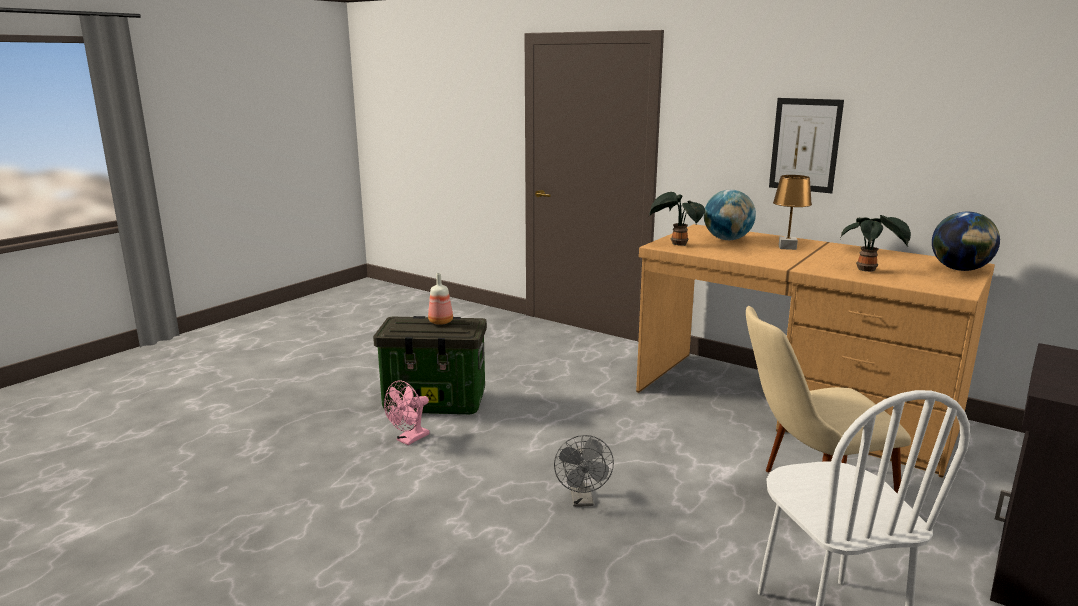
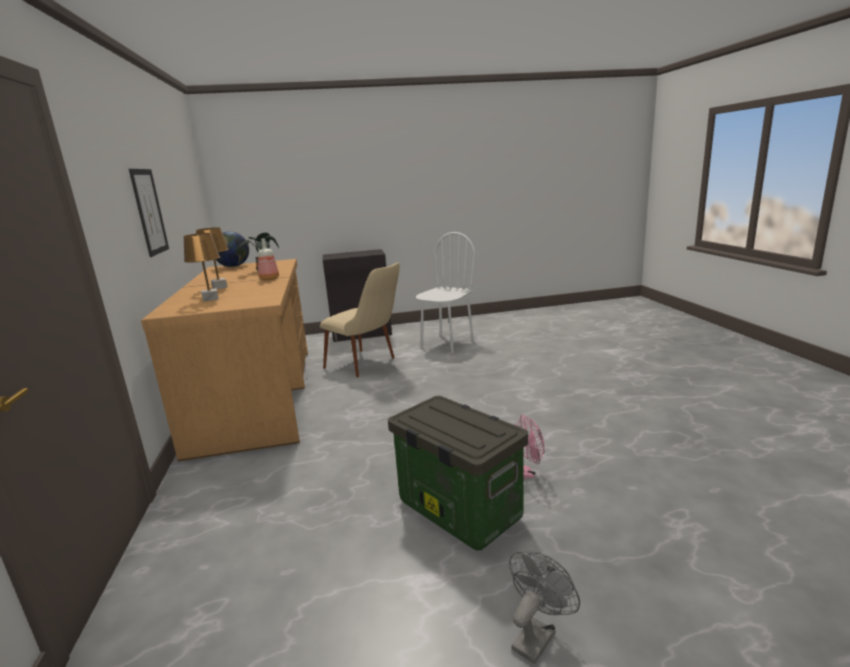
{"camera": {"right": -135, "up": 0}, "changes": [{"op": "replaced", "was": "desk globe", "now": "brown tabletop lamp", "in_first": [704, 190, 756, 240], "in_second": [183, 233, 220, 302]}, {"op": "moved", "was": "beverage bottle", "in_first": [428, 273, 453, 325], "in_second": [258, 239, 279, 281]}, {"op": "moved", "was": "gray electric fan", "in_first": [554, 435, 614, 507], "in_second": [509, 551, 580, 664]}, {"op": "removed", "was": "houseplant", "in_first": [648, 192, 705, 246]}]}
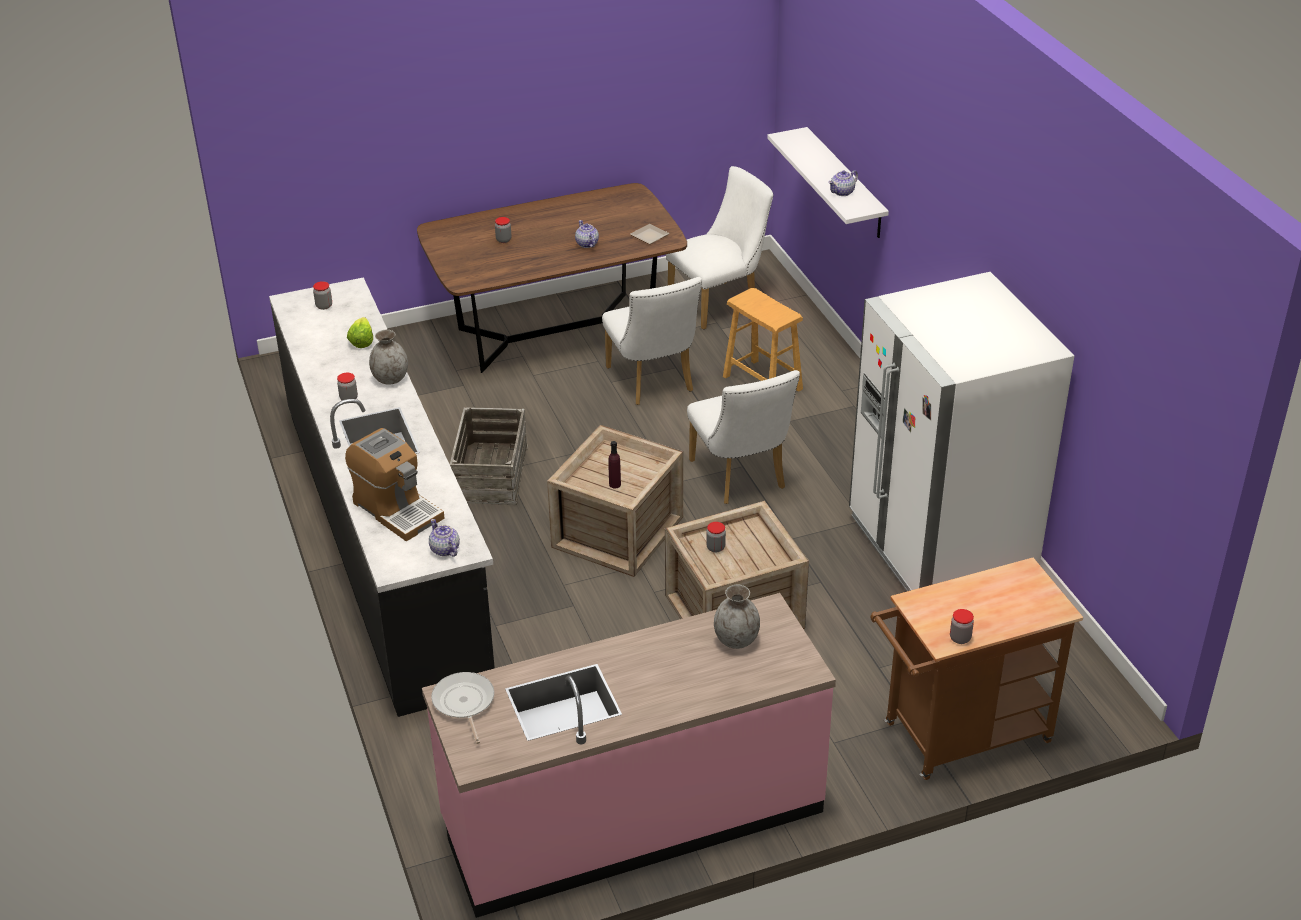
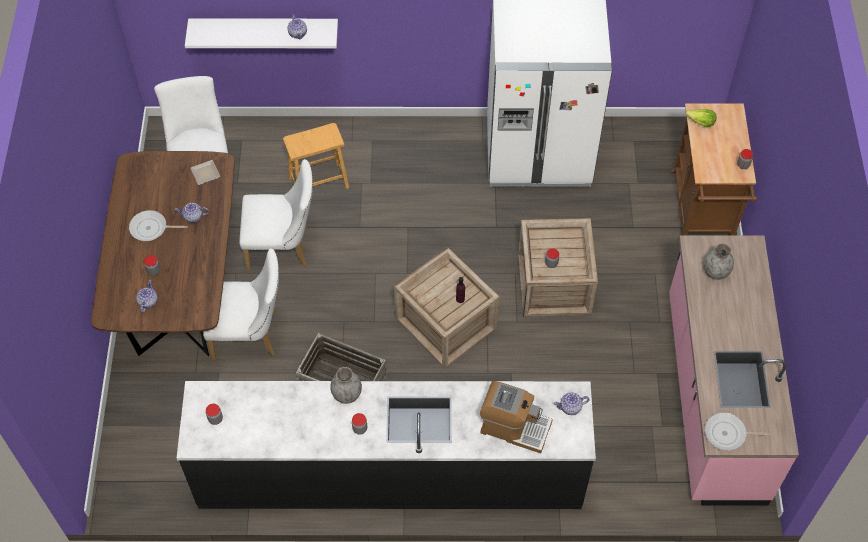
{"camera": {"right": -70, "up": 20}, "changes": [{"op": "added", "now": "pan", "in_second": [129, 210, 187, 241]}, {"op": "added", "now": "pot for tea", "in_second": [136, 280, 158, 313]}, {"op": "moved", "was": "white plain chair", "in_first": [687, 370, 800, 504], "in_second": [203, 248, 279, 360]}, {"op": "turned", "was": "coffee maker", "in_first": [345, 428, 444, 541], "in_second": [480, 381, 553, 453], "clockwise": 45}, {"op": "moved", "was": "head of lettuce", "in_first": [347, 317, 373, 348], "in_second": [685, 109, 717, 127]}]}
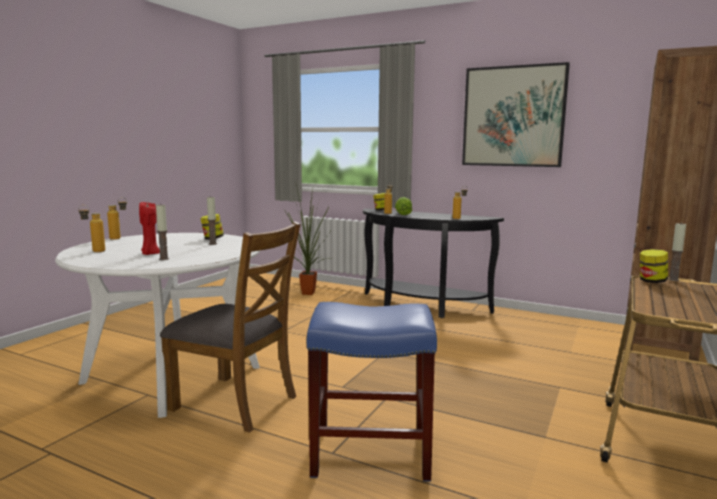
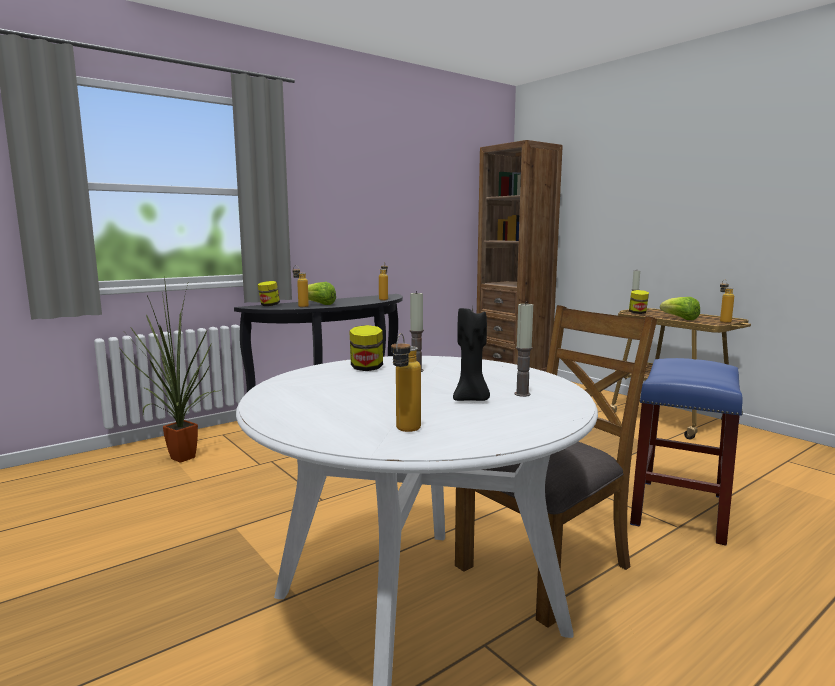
{"camera": {"right": -65, "up": 0}, "changes": [{"op": "recoloured", "was": "red-coloured candle", "now": "black candle", "in_first": [139, 202, 160, 255], "in_second": [453, 307, 490, 401]}, {"op": "added", "now": "head of lettuce", "in_second": [660, 297, 700, 320]}, {"op": "moved", "was": "beverage bottle", "in_first": [107, 197, 127, 240], "in_second": [720, 279, 734, 323]}, {"op": "removed", "was": "wall art", "in_first": [462, 62, 570, 167]}]}
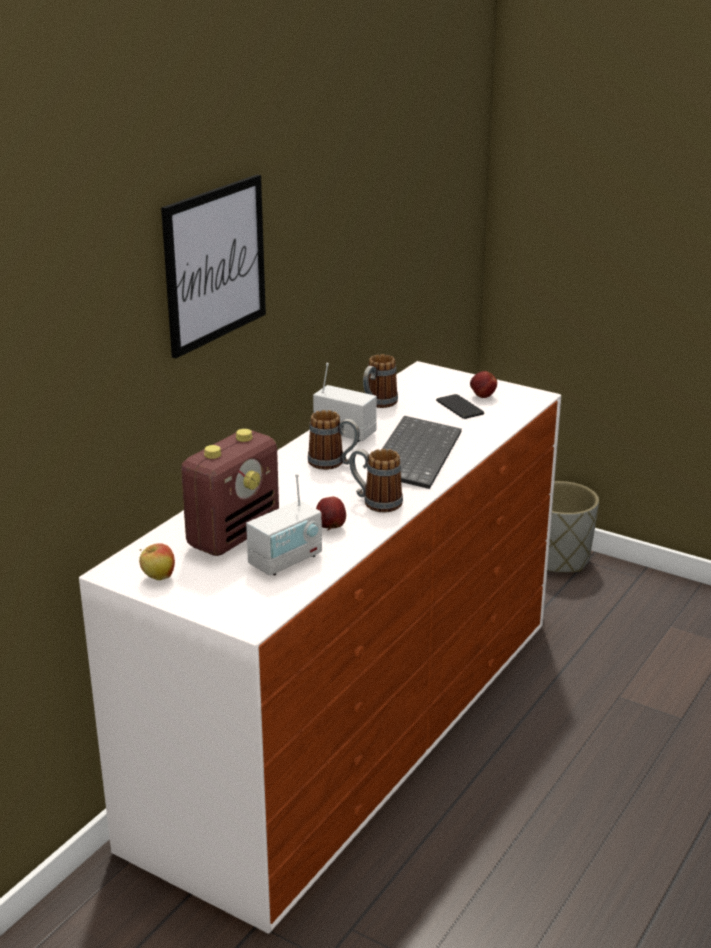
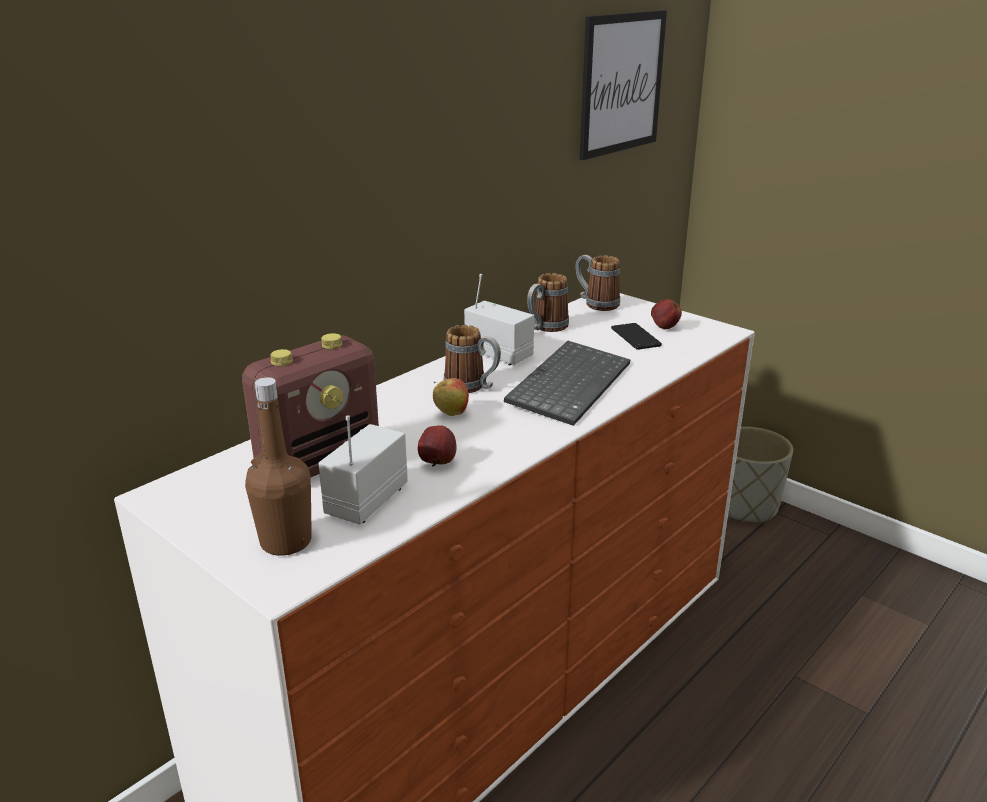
{"camera": {"right": 10, "up": 0}, "changes": [{"op": "added", "now": "brown beverage bottle", "in_second": [245, 377, 312, 556]}, {"op": "turned", "was": "radio set", "in_first": [246, 473, 322, 576], "in_second": [318, 415, 408, 524], "clockwise": 150}, {"op": "moved", "was": "apple fruit", "in_first": [139, 543, 175, 580], "in_second": [433, 378, 469, 416]}, {"op": "moved", "was": "mug", "in_first": [349, 449, 403, 512], "in_second": [576, 255, 620, 311]}, {"op": "moved", "was": "wall art", "in_first": [161, 175, 266, 359], "in_second": [579, 10, 667, 160]}]}
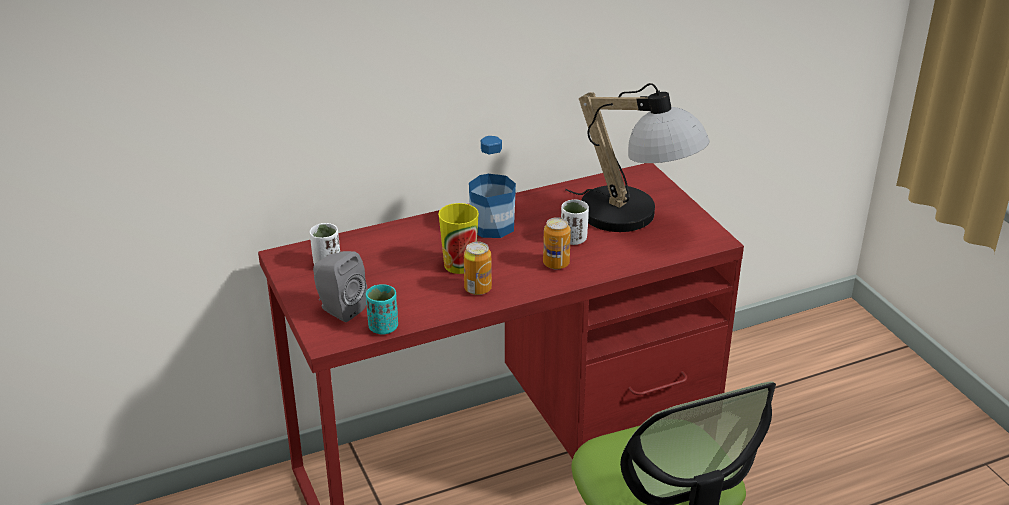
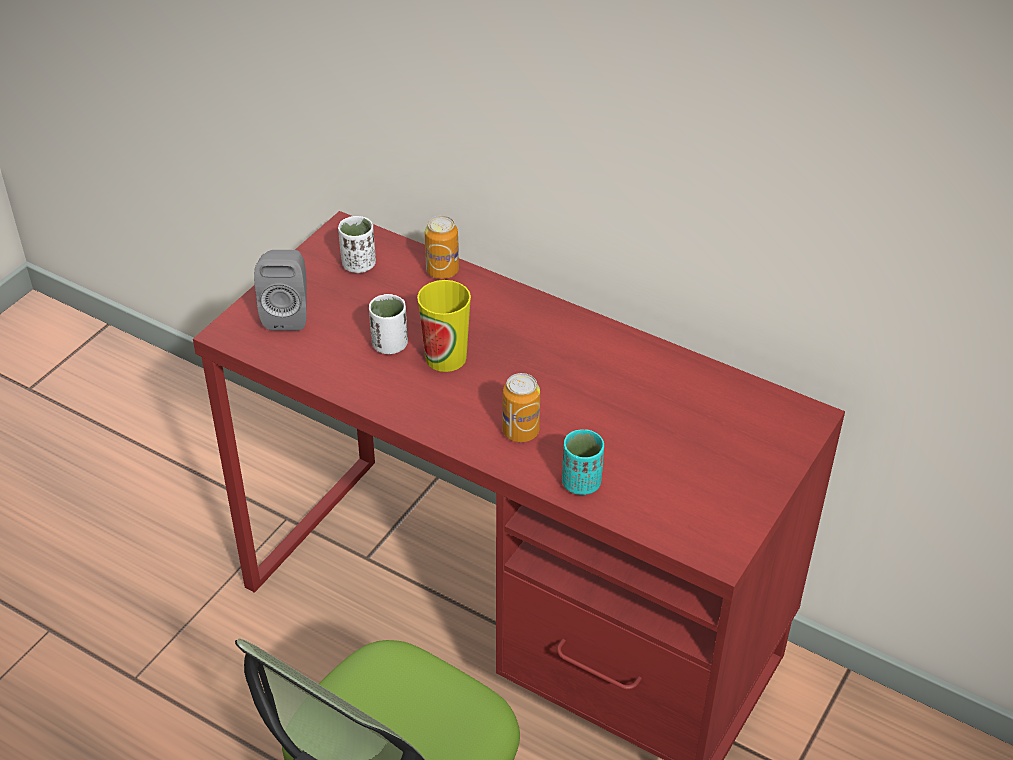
{"camera": {"right": 55, "up": 10}, "changes": [{"op": "moved", "was": "white drinking cup", "in_first": [561, 199, 589, 245], "in_second": [369, 294, 408, 354]}, {"op": "moved", "was": "metal can", "in_first": [464, 242, 492, 295], "in_second": [425, 216, 459, 279]}, {"op": "moved", "was": "turquoise drinking cup", "in_first": [366, 284, 398, 335], "in_second": [562, 430, 604, 495]}, {"op": "removed", "was": "beverage bottle", "in_first": [469, 136, 516, 238]}, {"op": "removed", "was": "tabletop lamp", "in_first": [565, 83, 710, 232]}]}
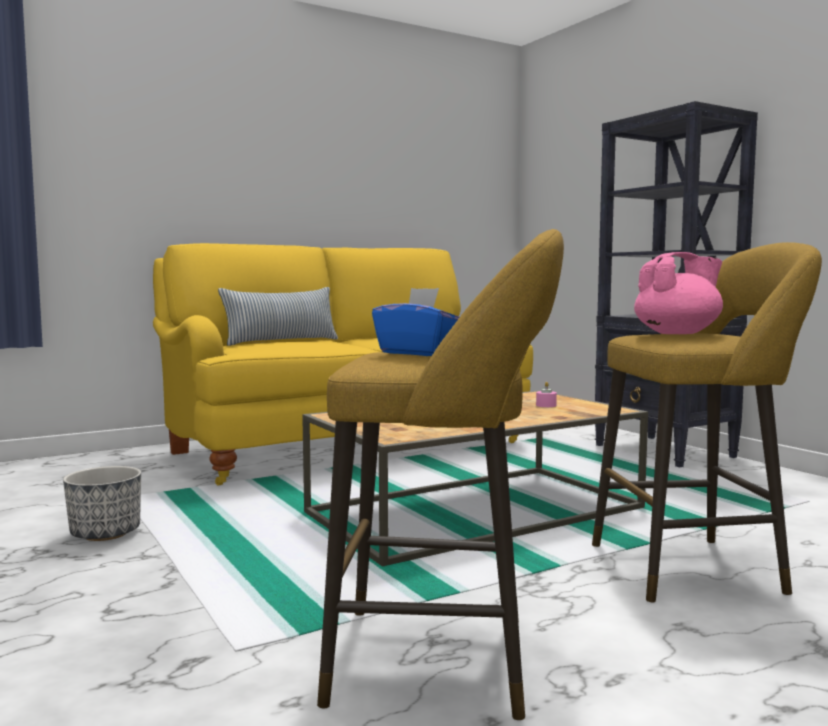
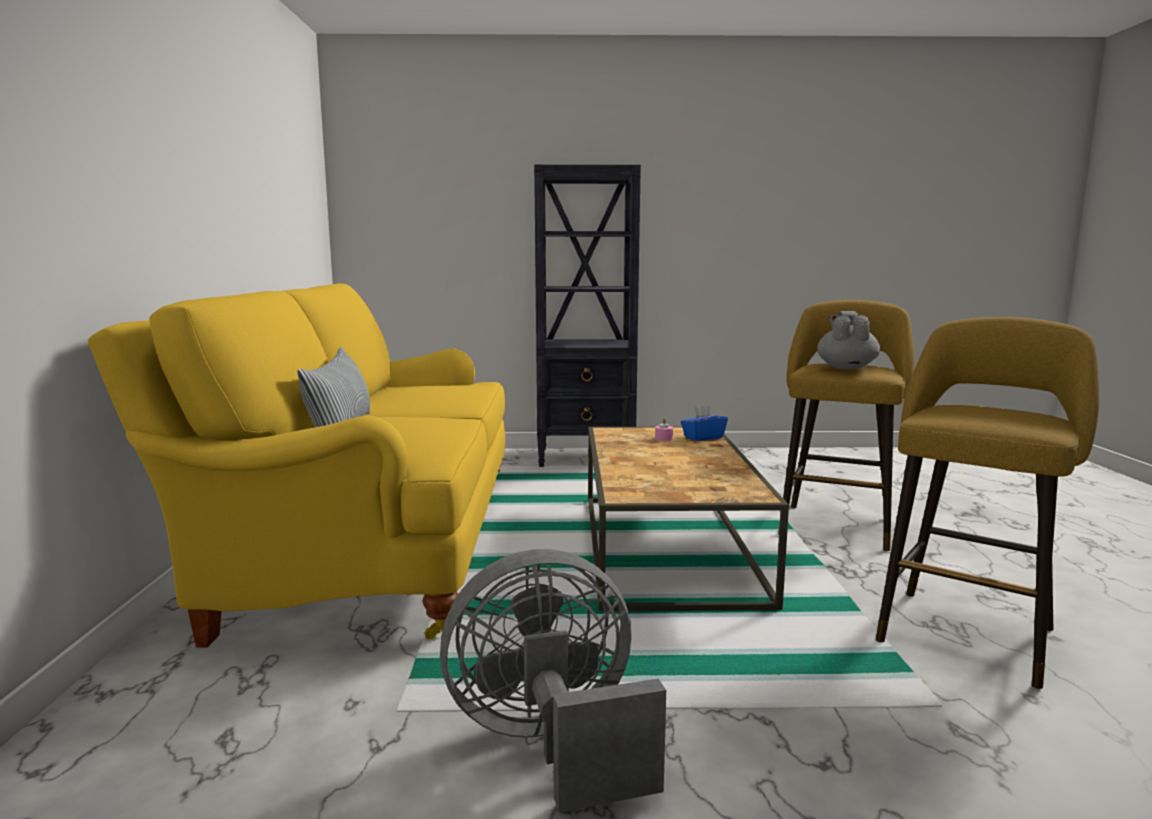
{"camera": {"right": -60, "up": 5}, "changes": [{"op": "replaced", "was": "plant pot", "now": "gray electric fan", "in_first": [63, 466, 141, 541], "in_second": [440, 549, 666, 812]}, {"op": "moved", "was": "blue tissue box", "in_first": [372, 288, 460, 356], "in_second": [681, 405, 728, 441]}, {"op": "recoloured", "was": "pinkish pot for tea", "now": "gray pot for tea", "in_first": [634, 252, 723, 334], "in_second": [817, 311, 880, 370]}]}
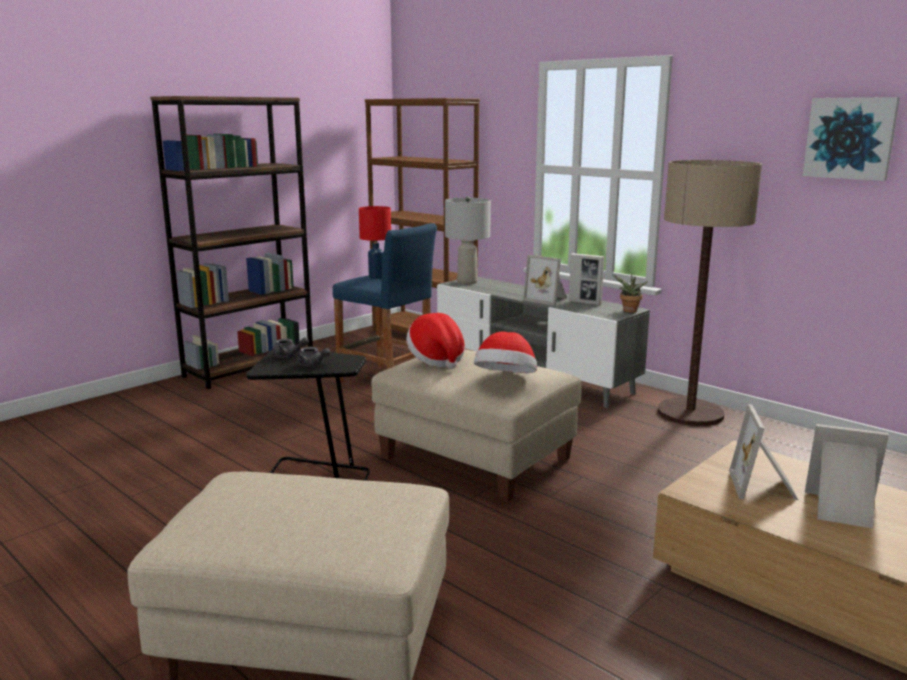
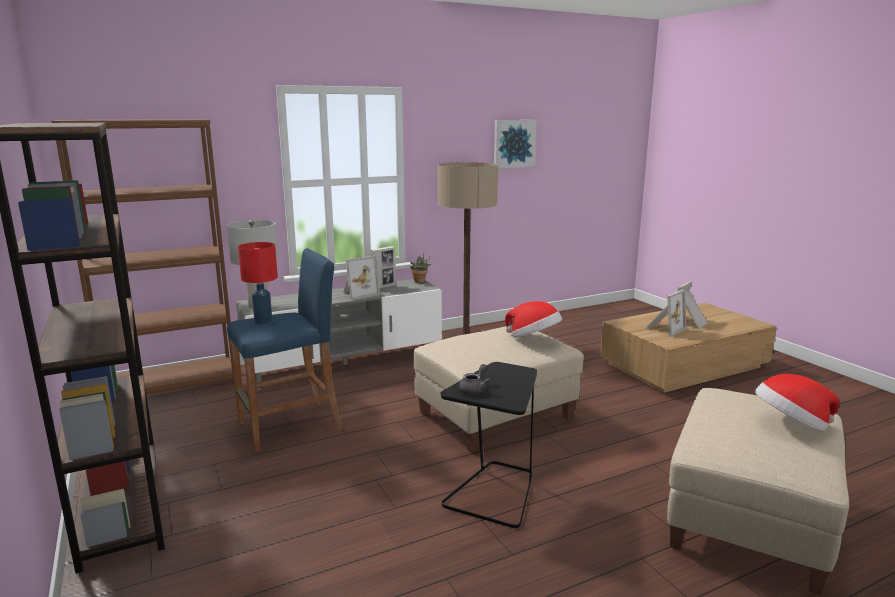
{"camera": {"right": -70, "up": 0}, "changes": [{"op": "turned", "was": "picture frame", "in_first": [729, 404, 798, 500], "in_second": [645, 289, 686, 337], "clockwise": -75}, {"op": "moved", "was": "clothing hat", "in_first": [406, 313, 465, 369], "in_second": [755, 374, 840, 432]}, {"op": "removed", "was": "gray pot for tea", "in_first": [297, 347, 331, 367]}]}
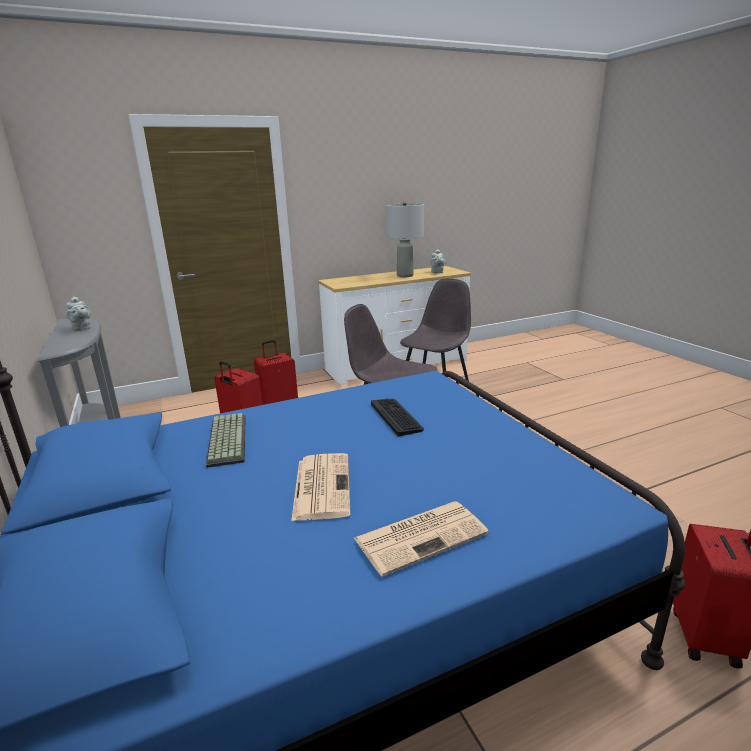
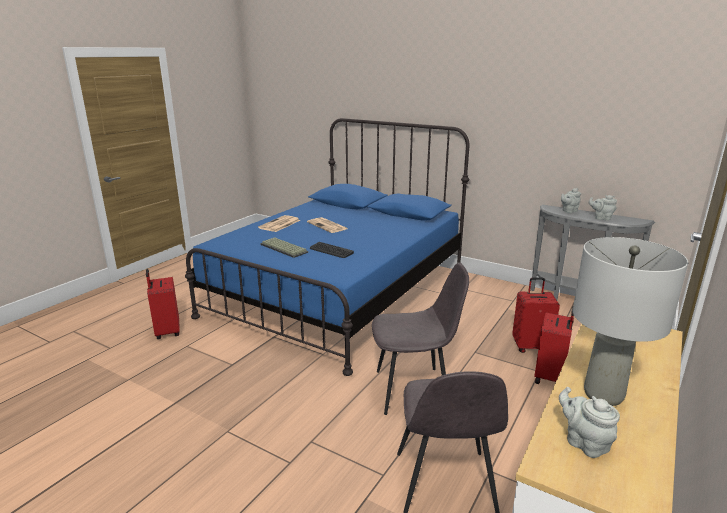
{"camera": {"right": 145, "up": 0}, "changes": [{"op": "moved", "was": "keyboard", "in_first": [206, 413, 246, 468], "in_second": [260, 237, 308, 258]}, {"op": "added", "now": "gray pot for tea", "in_second": [561, 188, 581, 213]}]}
